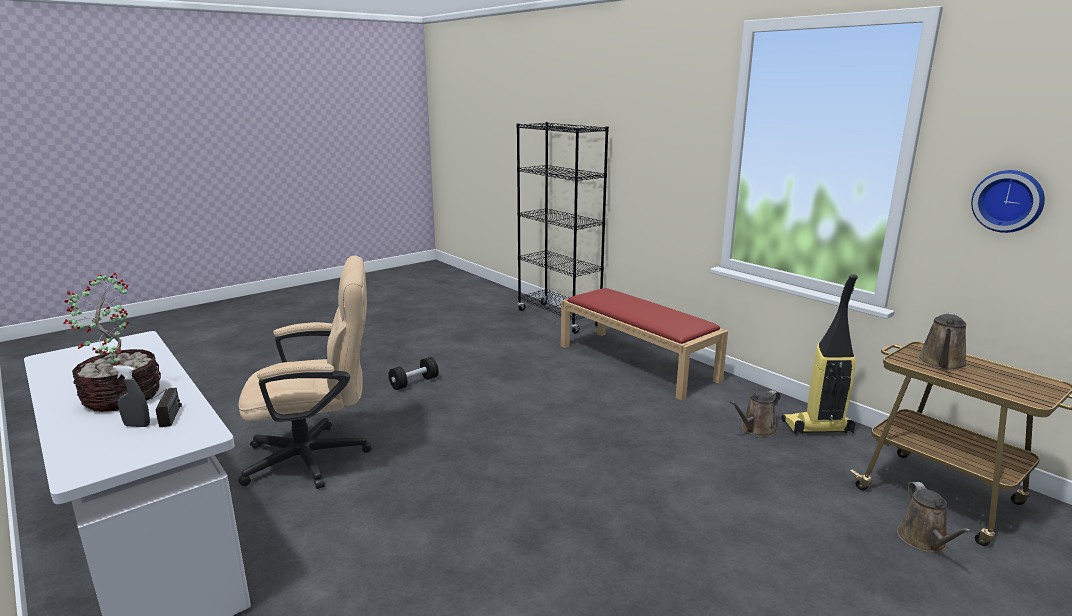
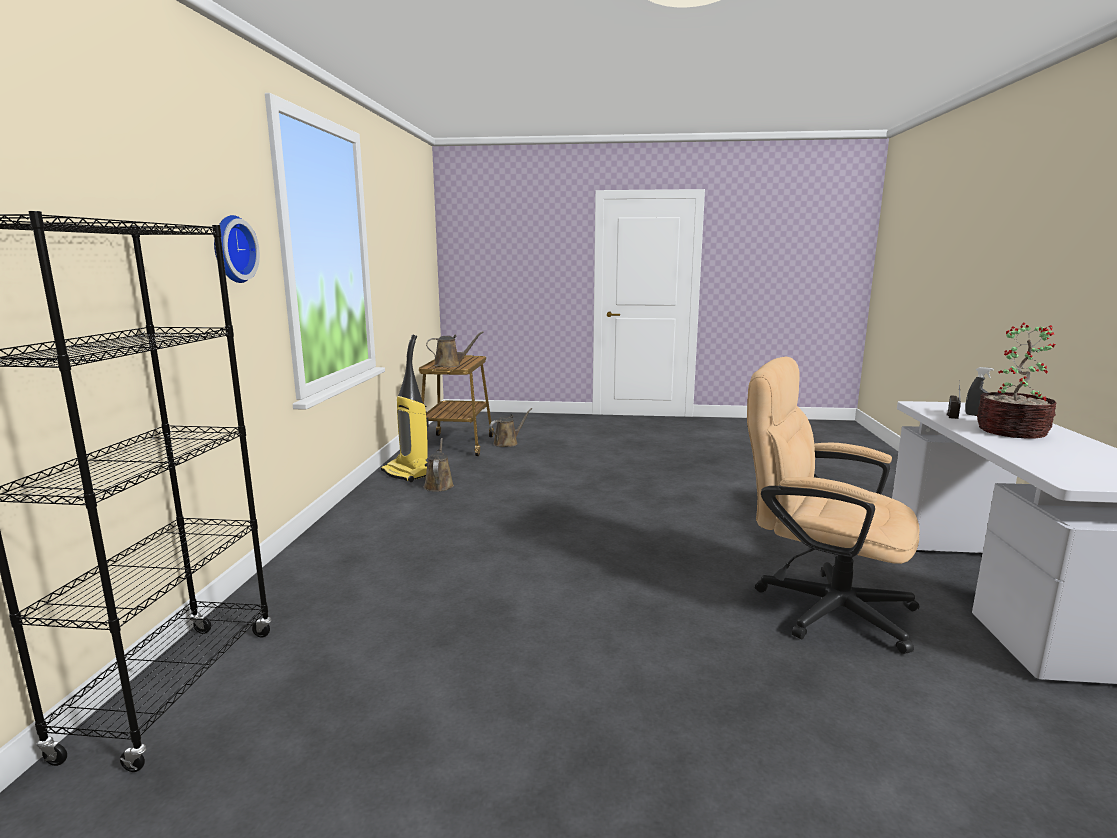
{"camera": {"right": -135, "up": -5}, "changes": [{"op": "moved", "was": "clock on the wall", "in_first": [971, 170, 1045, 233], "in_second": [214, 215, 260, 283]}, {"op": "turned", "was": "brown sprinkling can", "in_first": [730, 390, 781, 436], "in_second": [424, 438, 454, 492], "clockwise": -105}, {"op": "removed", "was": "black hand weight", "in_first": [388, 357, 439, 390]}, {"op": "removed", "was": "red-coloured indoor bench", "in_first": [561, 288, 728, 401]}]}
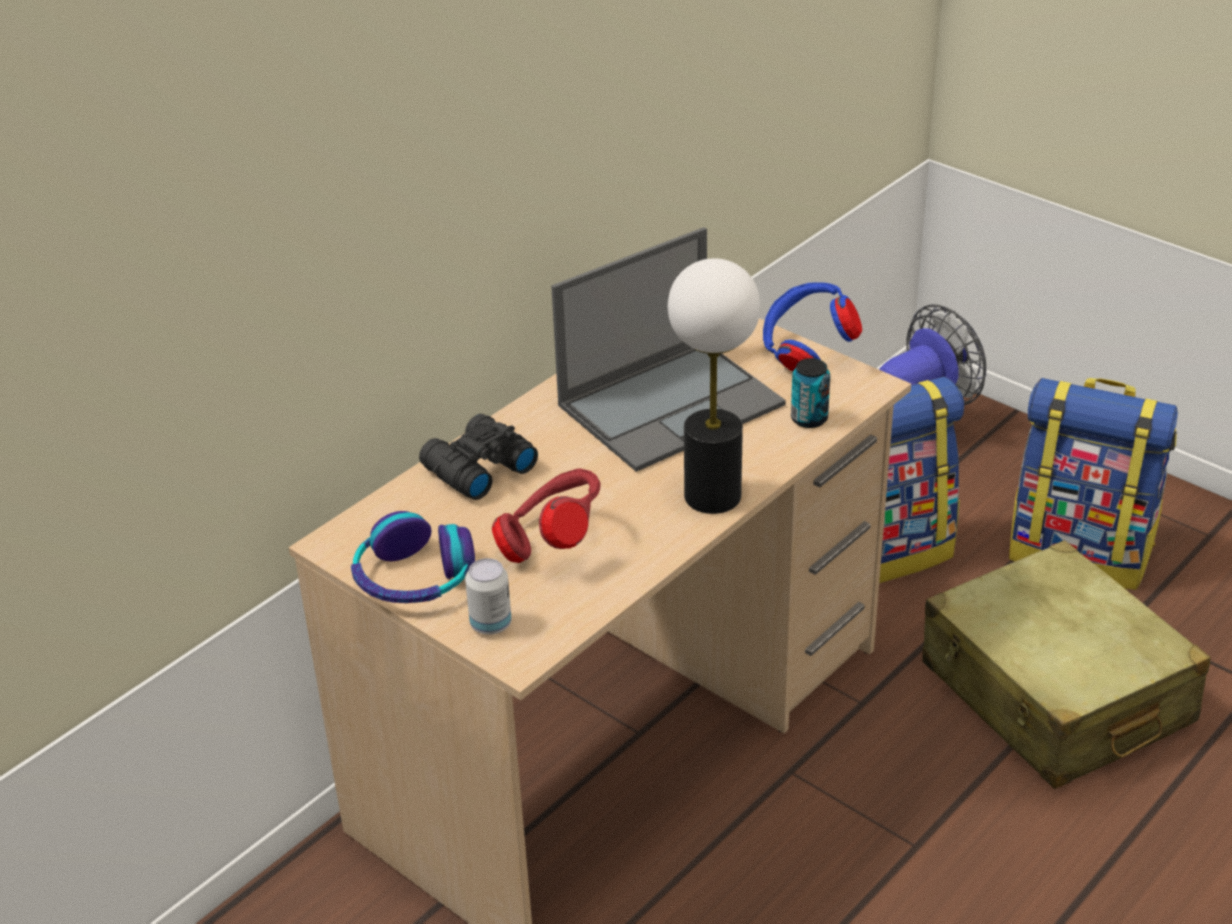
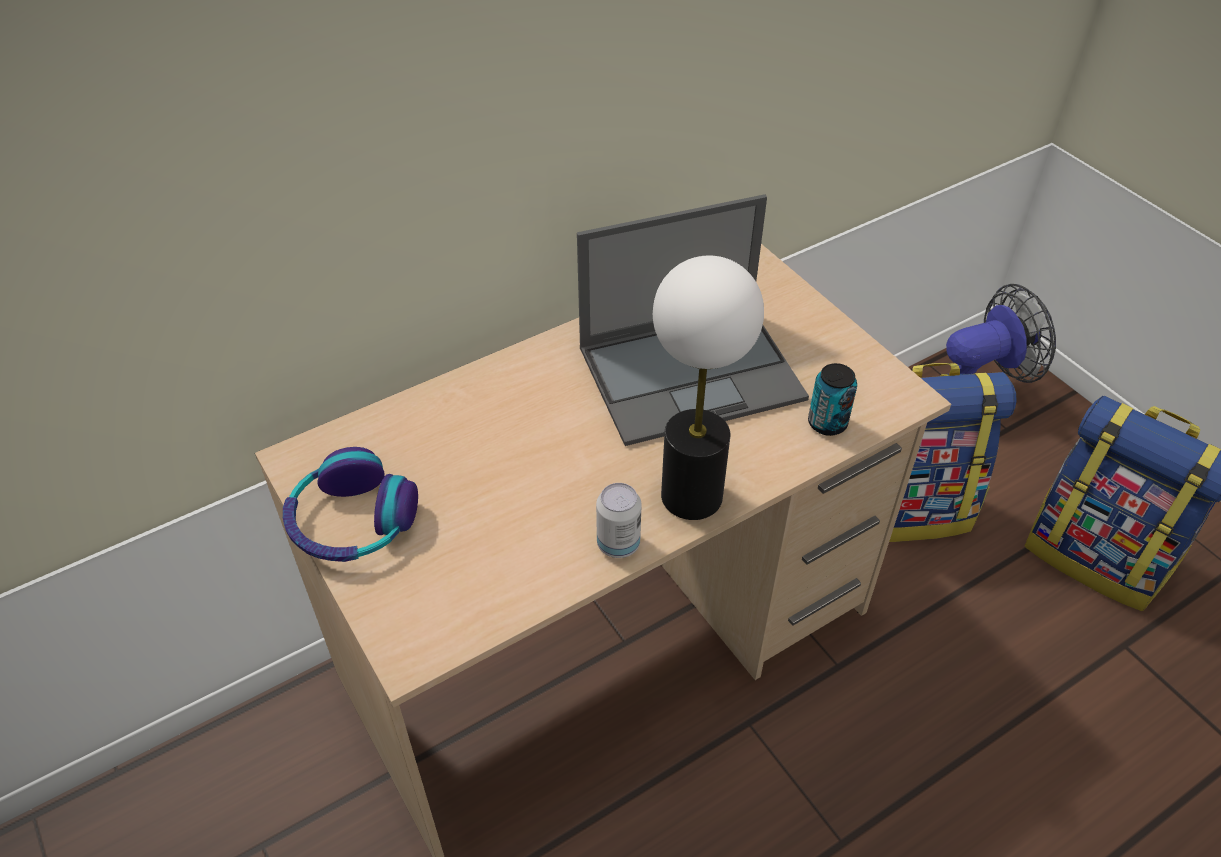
{"camera": {"right": 15, "up": 10}, "changes": [{"op": "moved", "was": "metal can", "in_first": [465, 558, 512, 635], "in_second": [596, 483, 642, 558]}, {"op": "removed", "was": "black pair of binoculars", "in_first": [419, 414, 538, 500]}, {"op": "removed", "was": "red-coloured pair of headphones", "in_first": [492, 468, 600, 563]}, {"op": "removed", "was": "blue pair of headphones", "in_first": [763, 282, 862, 372]}, {"op": "removed", "was": "beige-coloured suitcase", "in_first": [922, 540, 1211, 789]}]}
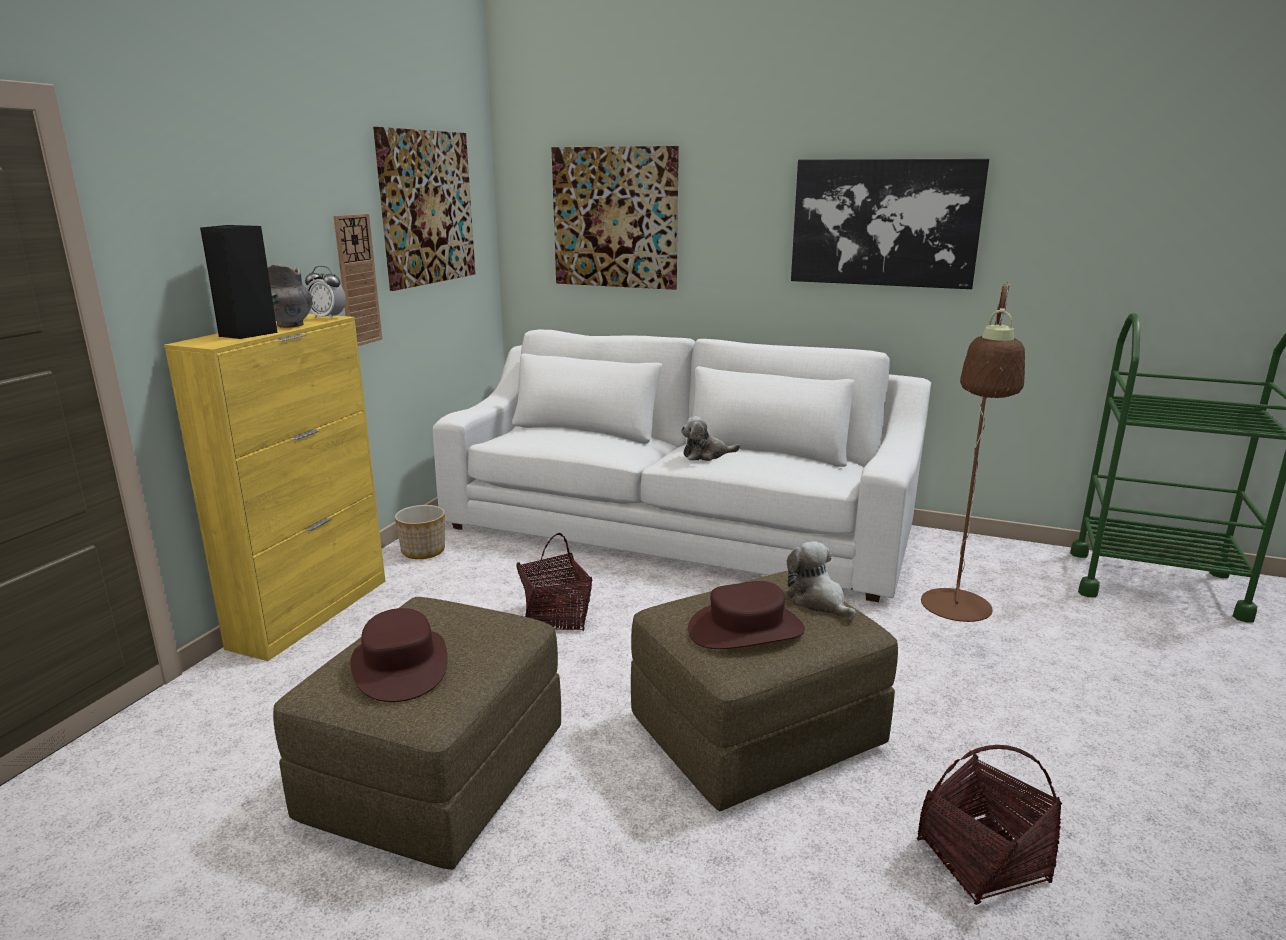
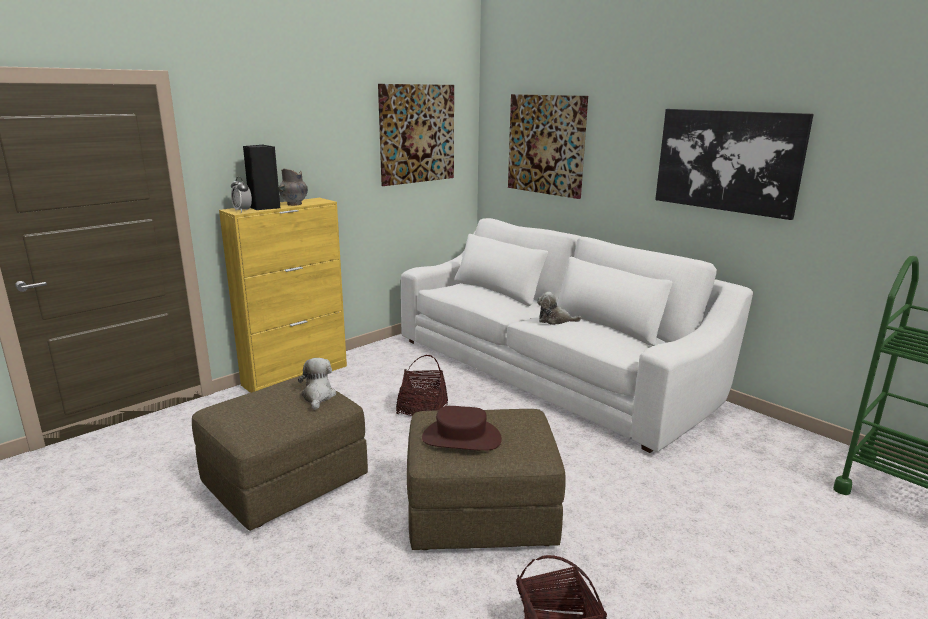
{"camera": {"right": 25, "up": 0}, "changes": [{"op": "moved", "was": "alarm clock", "in_first": [305, 266, 346, 320], "in_second": [231, 177, 252, 213]}, {"op": "moved", "was": "soft toy", "in_first": [786, 541, 856, 620], "in_second": [298, 358, 336, 410]}, {"op": "removed", "was": "clock on the wall", "in_first": [334, 214, 382, 346]}, {"op": "removed", "was": "brown clothing hat", "in_first": [350, 608, 448, 702]}, {"op": "removed", "was": "plant pot", "in_first": [395, 505, 445, 559]}, {"op": "removed", "was": "brown standard lamp", "in_first": [921, 282, 1025, 622]}]}
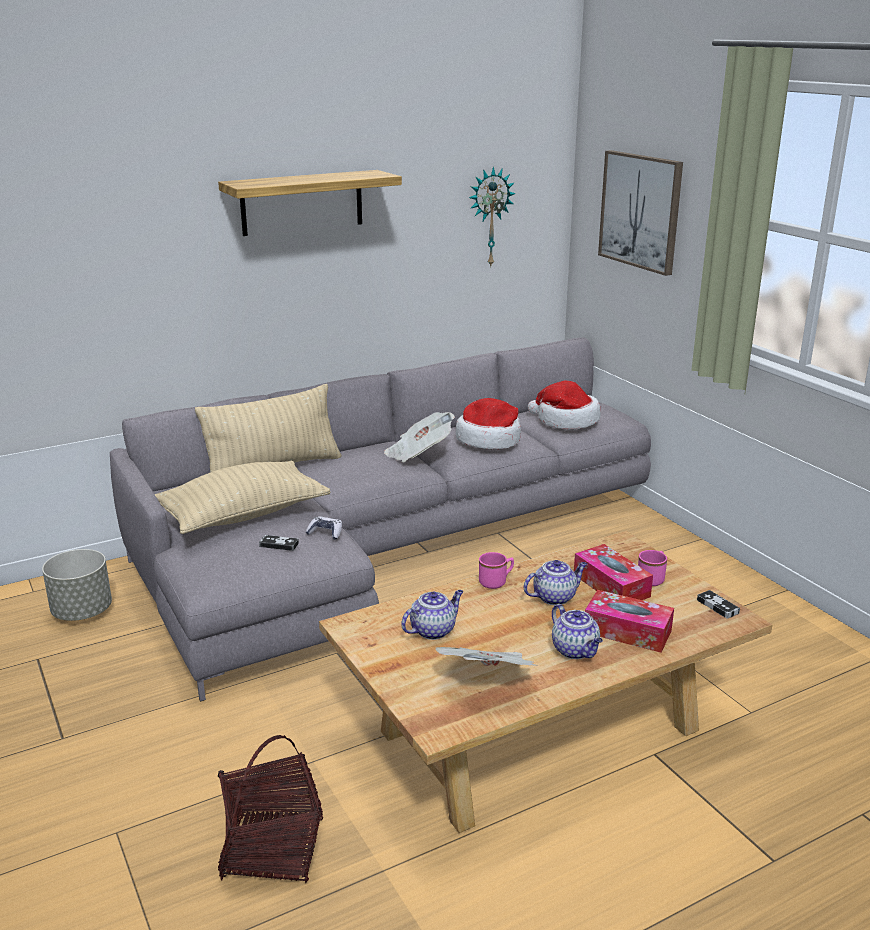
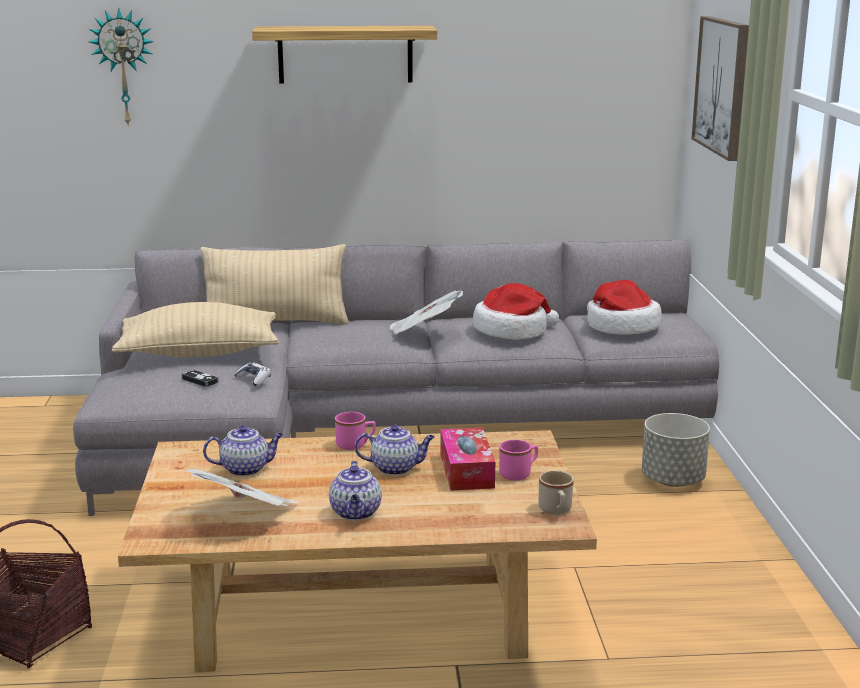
{"camera": {"right": 25, "up": -5}, "changes": [{"op": "moved", "was": "clock on the wall", "in_first": [469, 166, 516, 268], "in_second": [89, 8, 154, 127]}, {"op": "replaced", "was": "joypad", "now": "beige-coloured mug", "in_first": [697, 590, 740, 619], "in_second": [539, 471, 574, 515]}, {"op": "moved", "was": "gray plant pot", "in_first": [42, 549, 112, 621], "in_second": [642, 413, 710, 487]}, {"op": "removed", "was": "tissue box", "in_first": [585, 590, 674, 653]}]}
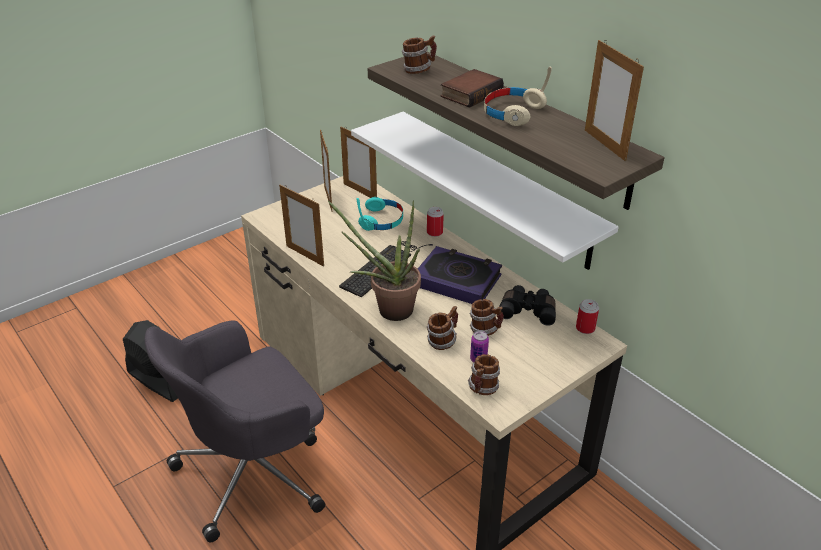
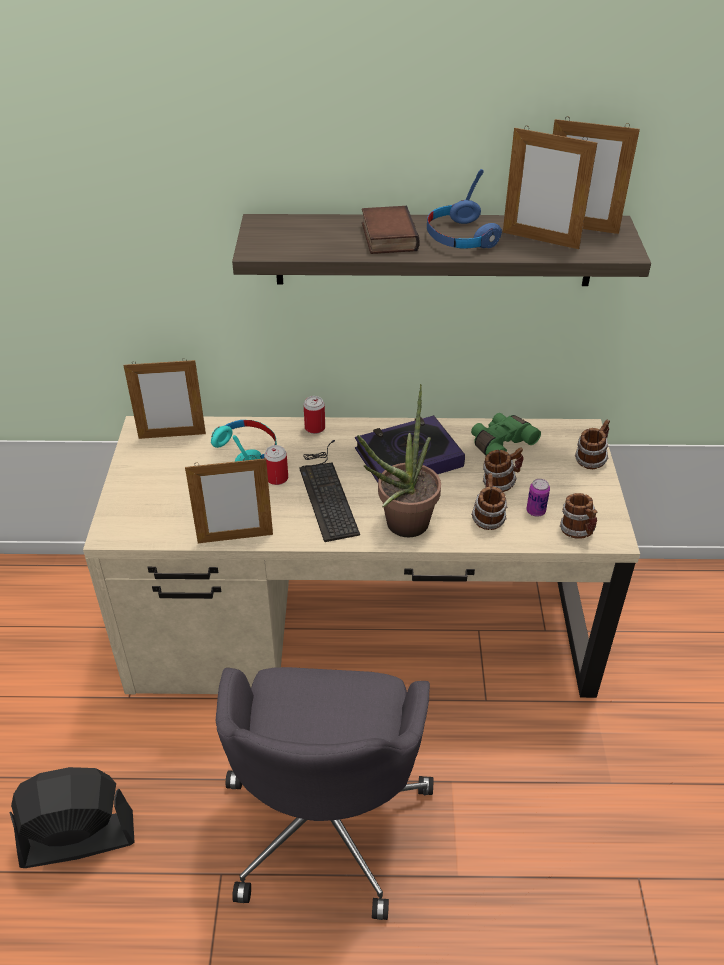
{"camera": {"right": -50, "up": 5}, "changes": [{"op": "moved", "was": "metal can", "in_first": [576, 299, 599, 334], "in_second": [264, 445, 288, 485]}, {"op": "recoloured", "was": "beige-coloured pair of headphones", "now": "blue pair of headphones", "in_first": [484, 67, 552, 126], "in_second": [427, 169, 502, 249]}, {"op": "recoloured", "was": "black pair of binoculars", "now": "green pair of binoculars", "in_first": [499, 285, 556, 326], "in_second": [471, 413, 541, 455]}, {"op": "moved", "was": "picture frame", "in_first": [320, 130, 332, 211], "in_second": [503, 126, 597, 249]}, {"op": "moved", "was": "mug", "in_first": [402, 35, 437, 74], "in_second": [575, 420, 610, 469]}, {"op": "removed", "was": "white bracket shelf", "in_first": [351, 112, 619, 270]}]}
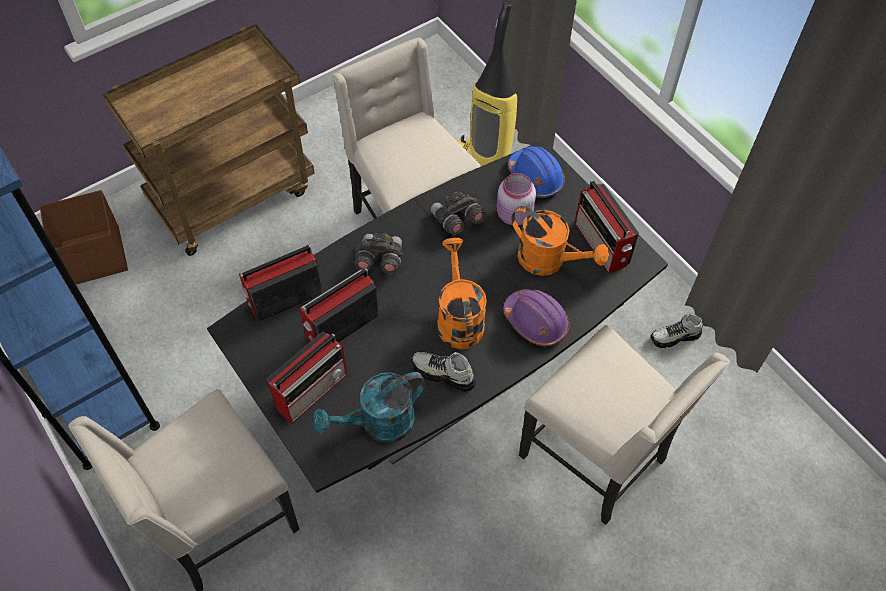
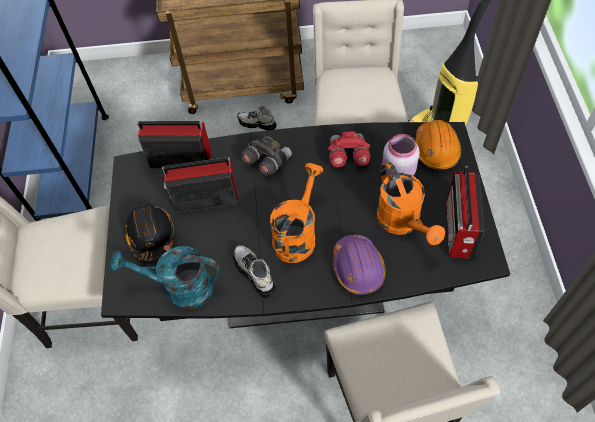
{"camera": {"right": 35, "up": 0}, "changes": [{"op": "replaced", "was": "radio set", "now": "black safety helmet", "in_first": [266, 331, 347, 424], "in_second": [125, 204, 174, 263]}, {"op": "moved", "was": "low shoe", "in_first": [650, 314, 703, 348], "in_second": [237, 106, 277, 131]}, {"op": "recoloured", "was": "gray pair of binoculars", "now": "red-coloured pair of binoculars", "in_first": [430, 192, 486, 235], "in_second": [328, 131, 370, 167]}, {"op": "recoloured", "was": "blue safety helmet", "now": "orange-coloured safety helmet", "in_first": [508, 146, 565, 198], "in_second": [415, 120, 461, 170]}, {"op": "removed", "was": "brown storage bin", "in_first": [40, 190, 128, 284]}]}
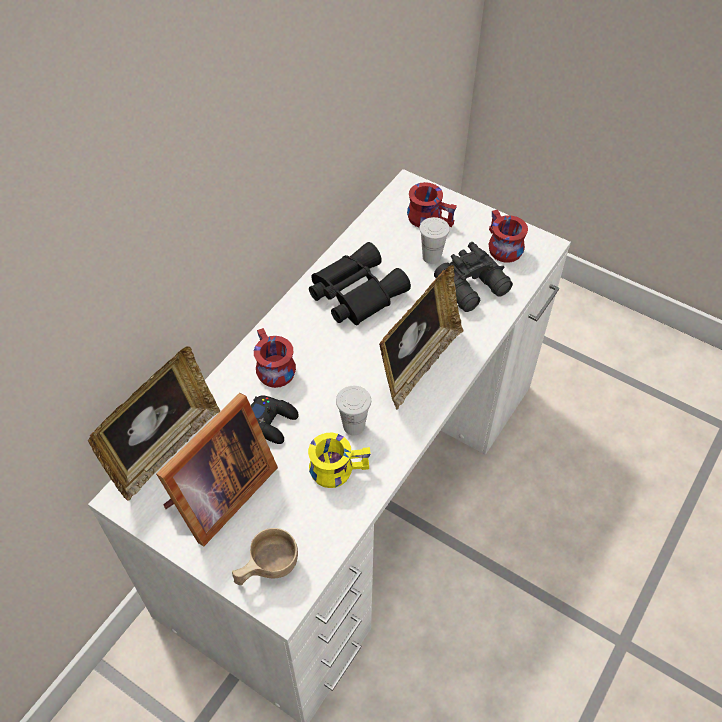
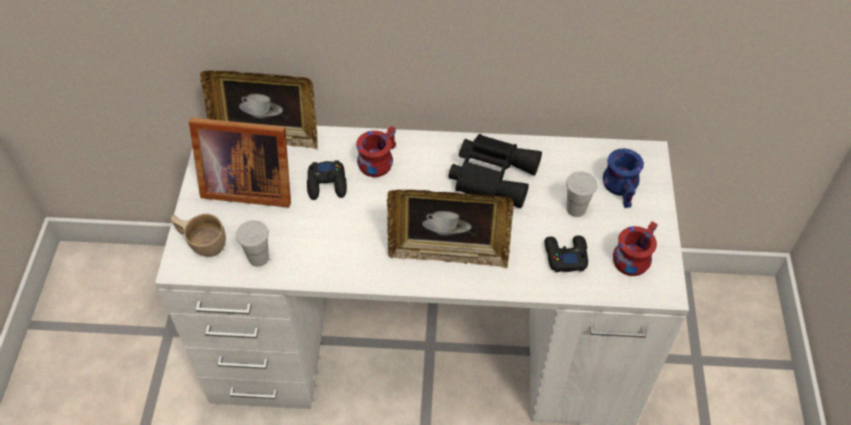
{"camera": {"right": 60, "up": 0}, "changes": [{"op": "moved", "was": "white drinking cup", "in_first": [336, 386, 371, 435], "in_second": [236, 220, 269, 267]}, {"op": "replaced", "was": "black pair of binoculars", "now": "black joypad", "in_first": [434, 242, 513, 312], "in_second": [545, 235, 588, 272]}, {"op": "recoloured", "was": "red-coloured mug", "now": "blue mug", "in_first": [407, 182, 457, 227], "in_second": [603, 148, 644, 208]}, {"op": "removed", "was": "yellow mug", "in_first": [308, 432, 371, 488]}]}
